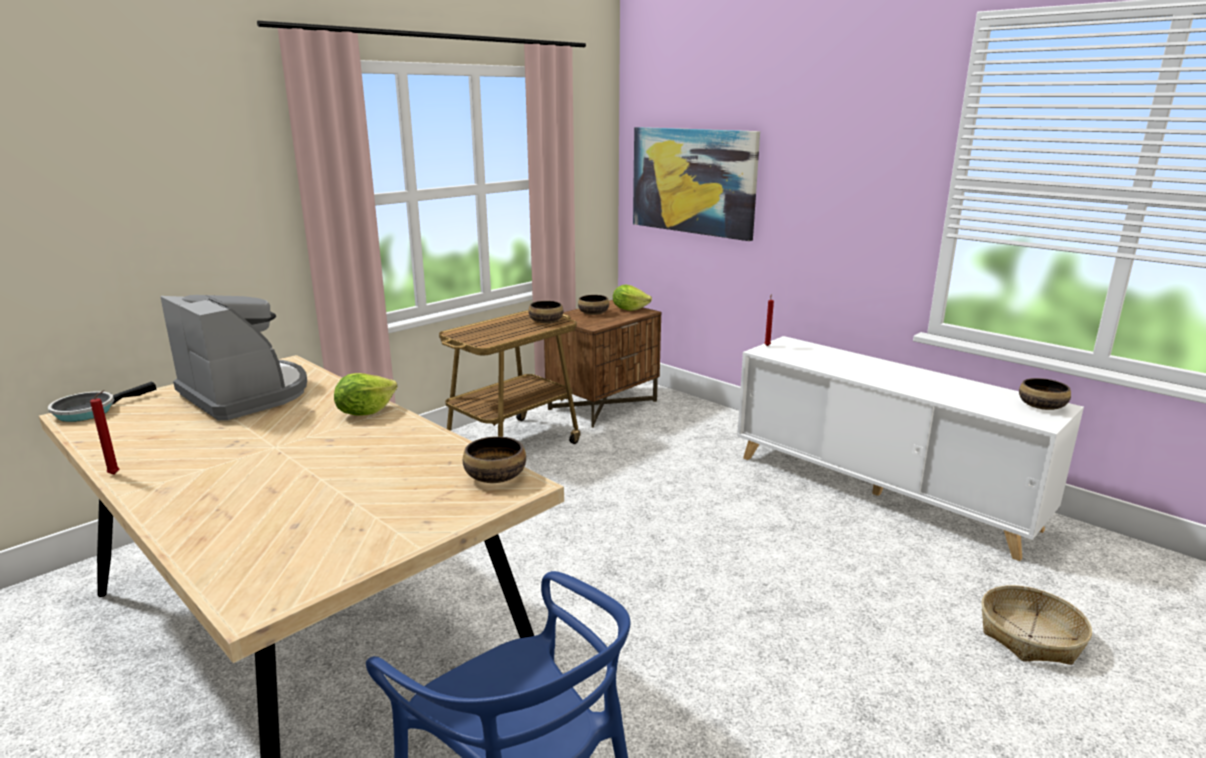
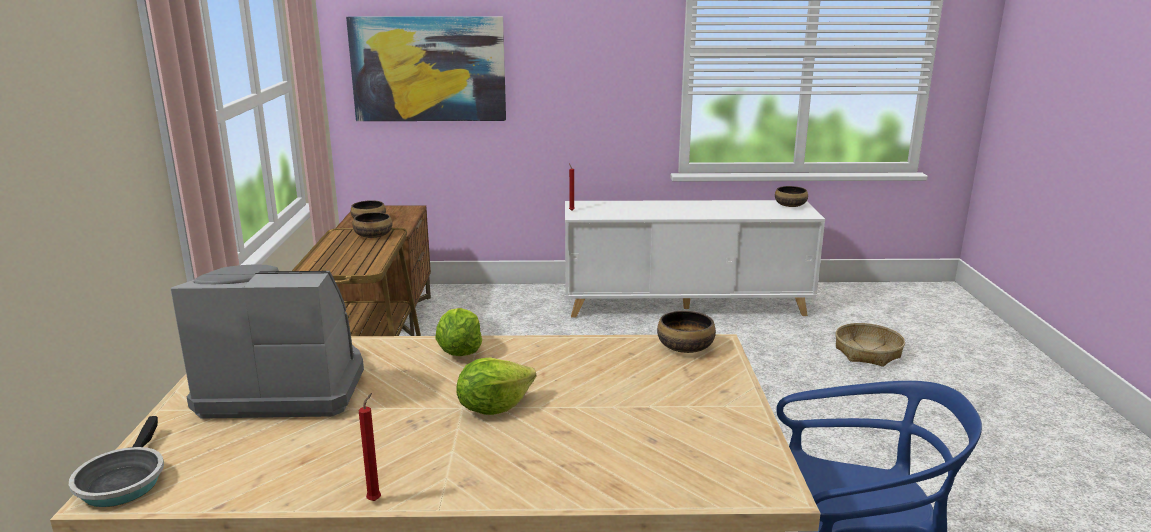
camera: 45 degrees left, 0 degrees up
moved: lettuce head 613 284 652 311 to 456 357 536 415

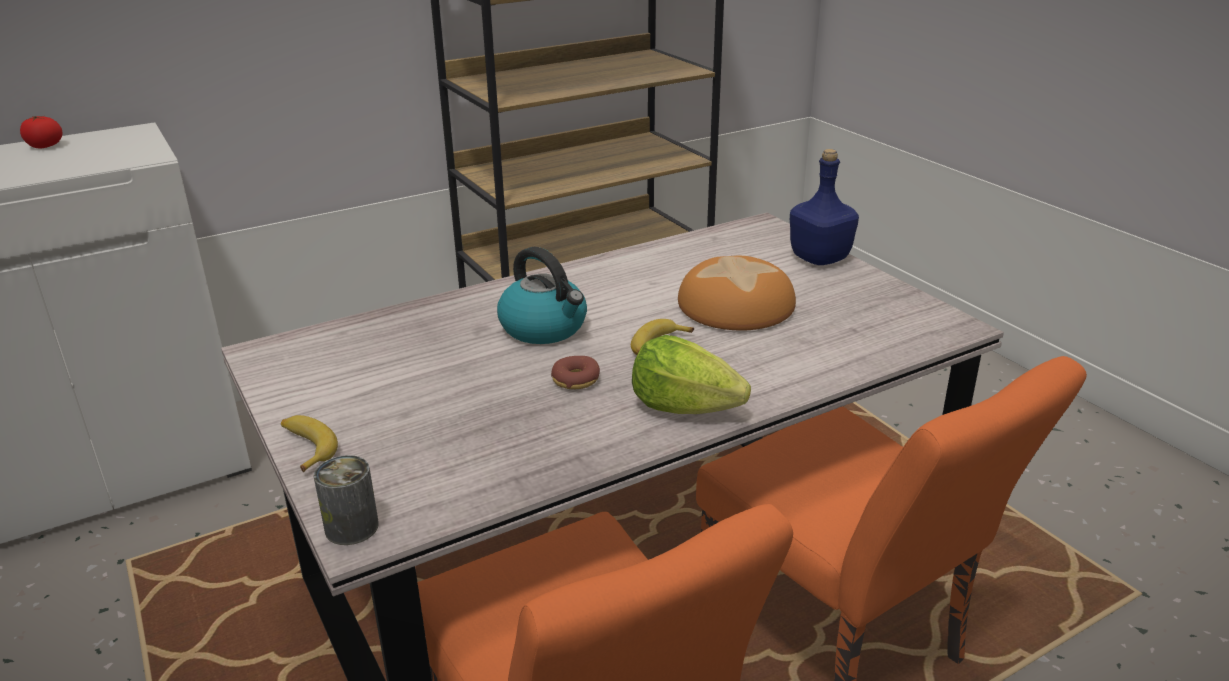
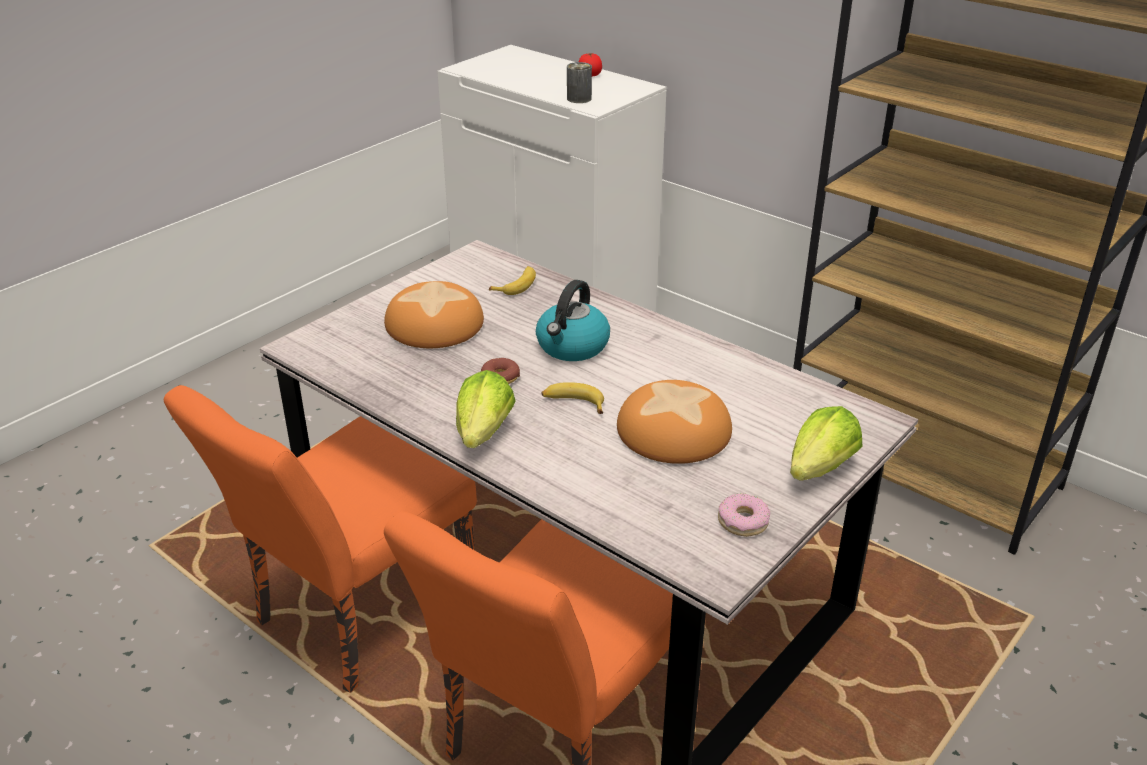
camera: 70 degrees right, 5 degrees up
added: bakery bread 384 281 484 348; ring doughnut 718 493 770 537
moved: banana fruit 281 415 338 472 to 489 266 536 295; sealed can 314 455 379 545 to 567 62 592 103
replaced: blue drink bottle 790 149 859 265 to lettuce head 790 406 862 481

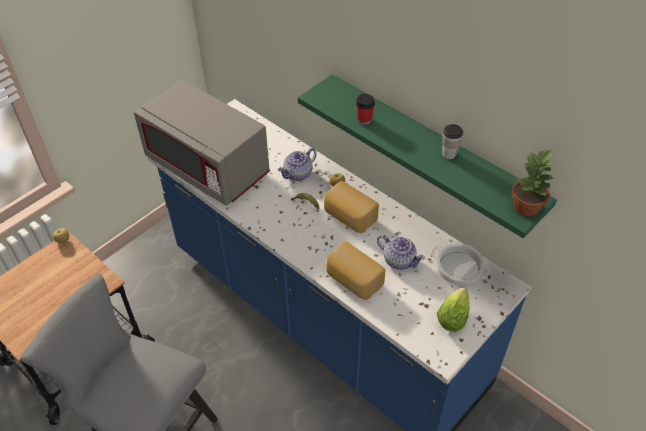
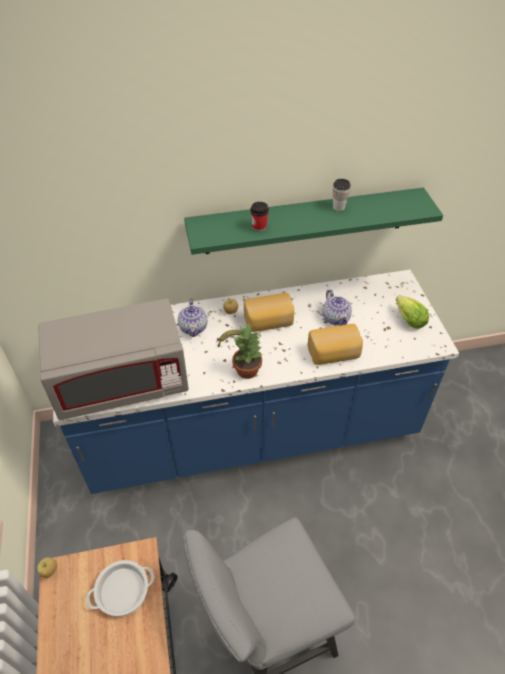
camera: 55 degrees left, 0 degrees up
moved: potted plant 512 148 555 216 to 232 323 263 379; cooking pot 431 243 490 286 to 86 560 154 617
turned: tea pot 377 235 425 270 = 323 290 352 326 90 degrees clockwise

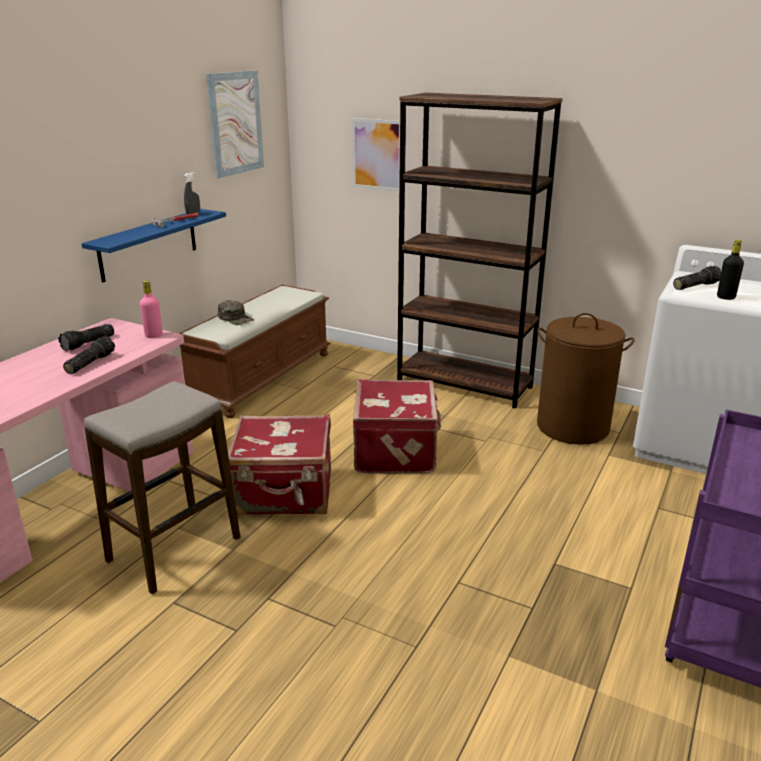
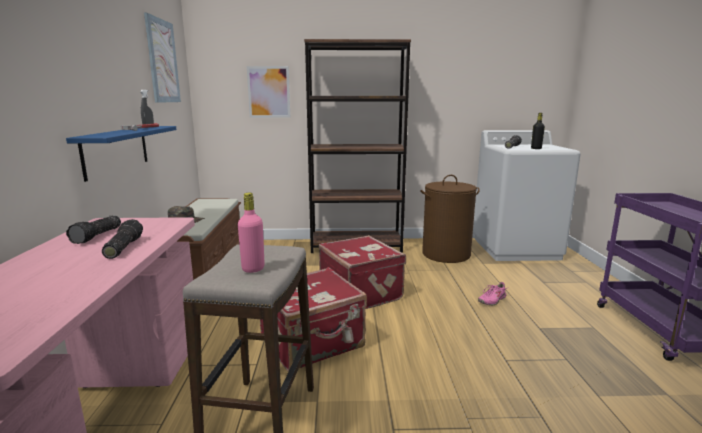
camera: 30 degrees left, 10 degrees down
added: pink-coloured low shoe 478 282 509 305
moved: pink-coloured drink bottle 140 281 163 338 to 238 193 265 273

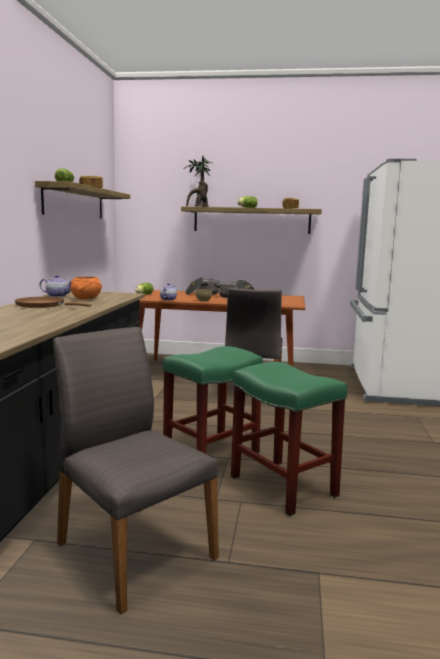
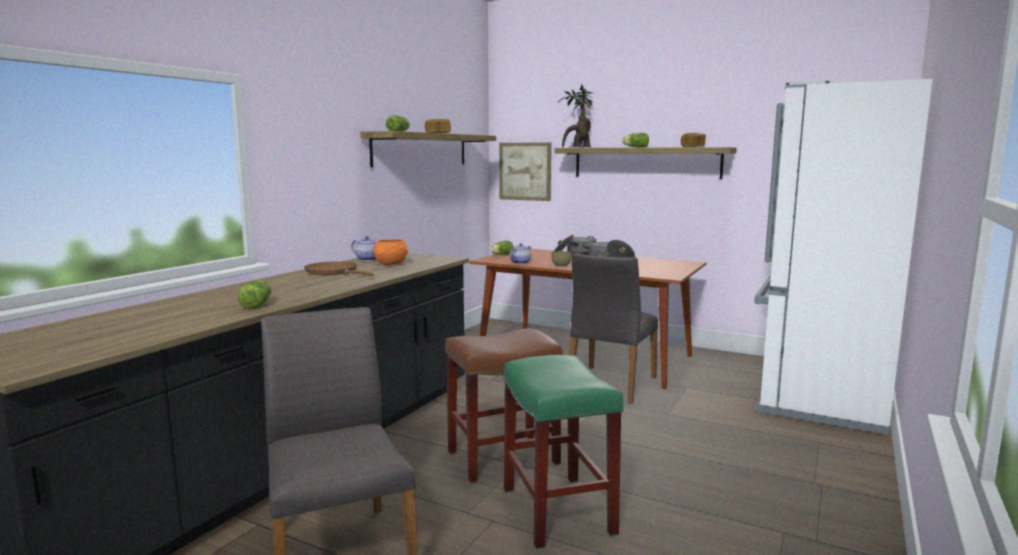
camera: 20 degrees right, 0 degrees up
added: wall art 499 142 551 201; lettuce head 238 280 271 309
recoloured: greenish stool 163 346 263 454 to brown-coloured stool 445 328 563 483

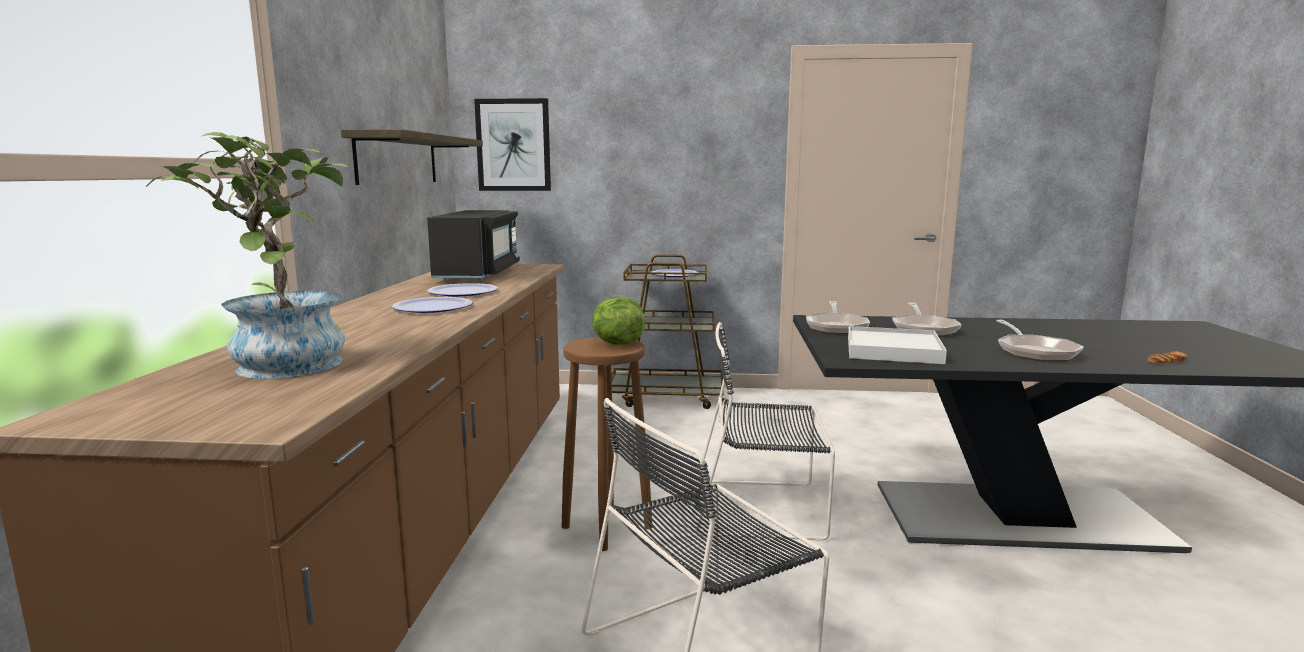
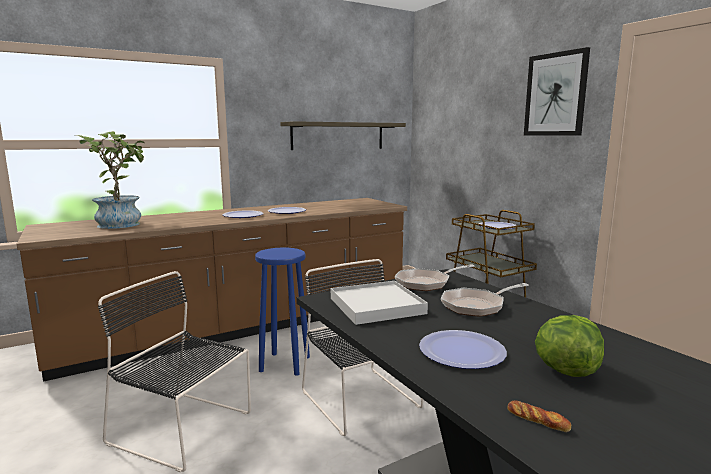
camera: 55 degrees right, 0 degrees up
removed: blackish kitchen microwave 427 210 520 281
moved: wall art 474 98 551 191 to 524 47 590 136; lettuce head 592 297 645 345 to 535 315 604 377
replaced: skillet 996 320 1084 362 to flat dish 419 330 507 369
recoloured: brown-coloured stool 562 337 652 551 to blue stool 255 247 310 376

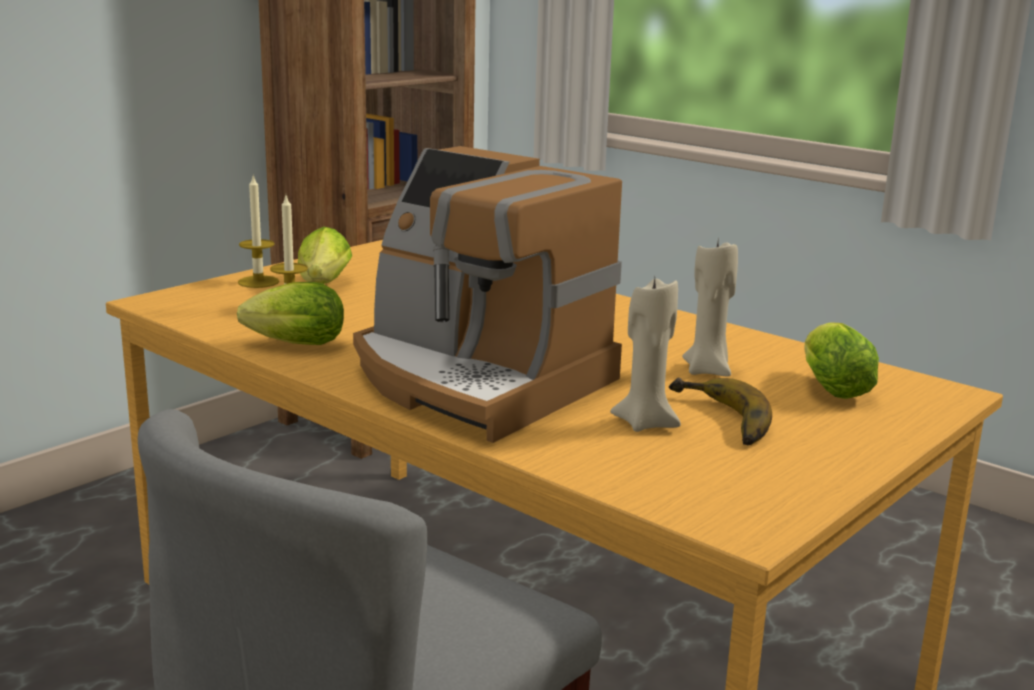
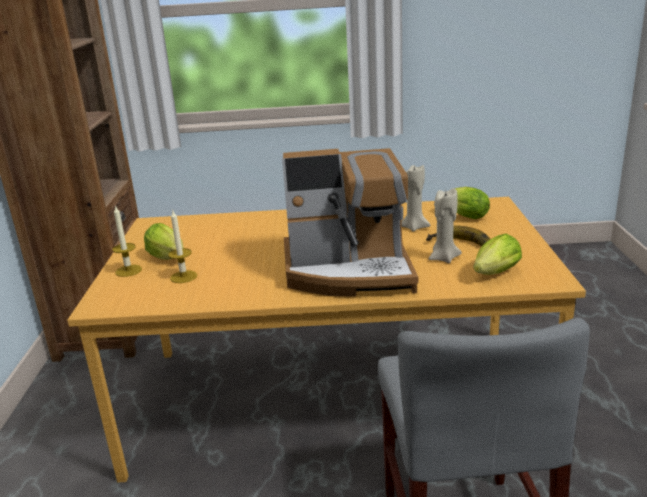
camera: 40 degrees left, 5 degrees up
moved: lettuce head 237 282 344 345 to 473 234 522 275

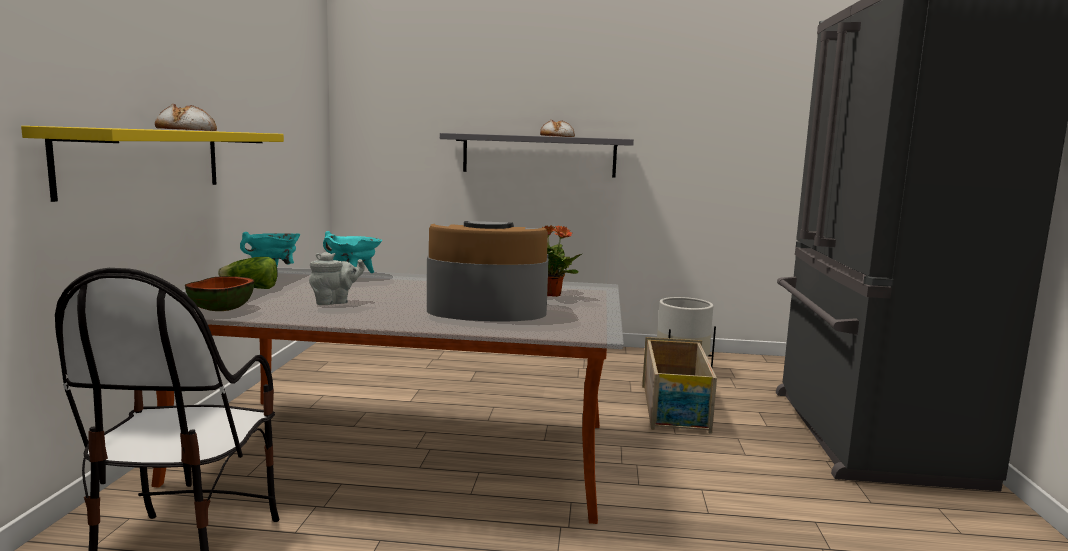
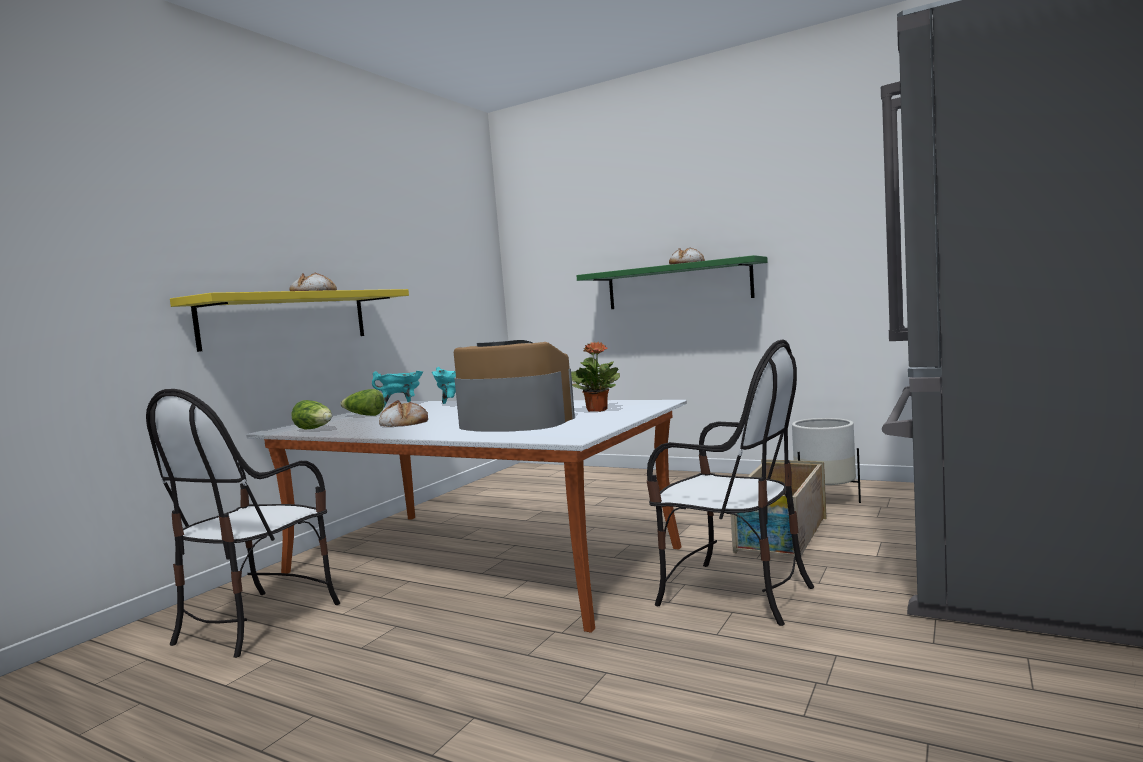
camera: 25 degrees right, 5 degrees down
added: upright chair 647 339 814 626
replaced: grey tea pot 309 252 365 305 to bakery bread 379 400 428 427; serving bowl 185 276 254 311 to lettuce head 291 400 332 430
recoloured: grey shelf 440 133 634 177 to greenish shelf 576 255 768 309

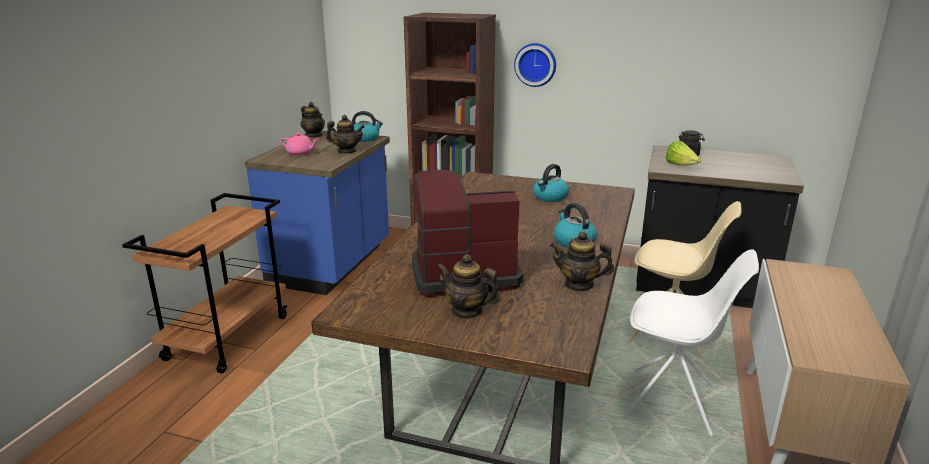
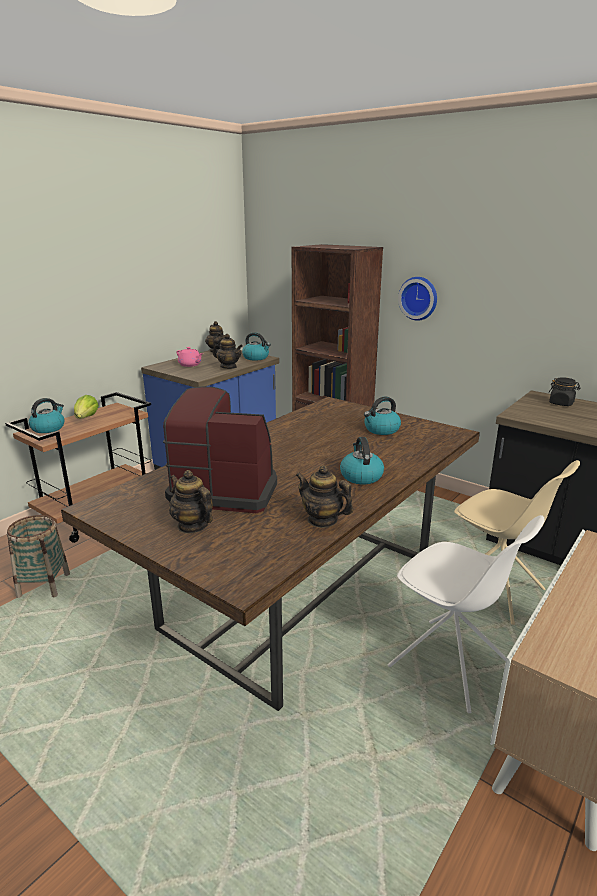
camera: 20 degrees right, 0 degrees up
added: tea kettle 29 398 64 433; basket 7 515 70 598
moved: lettuce head 665 141 701 166 to 74 395 99 419

